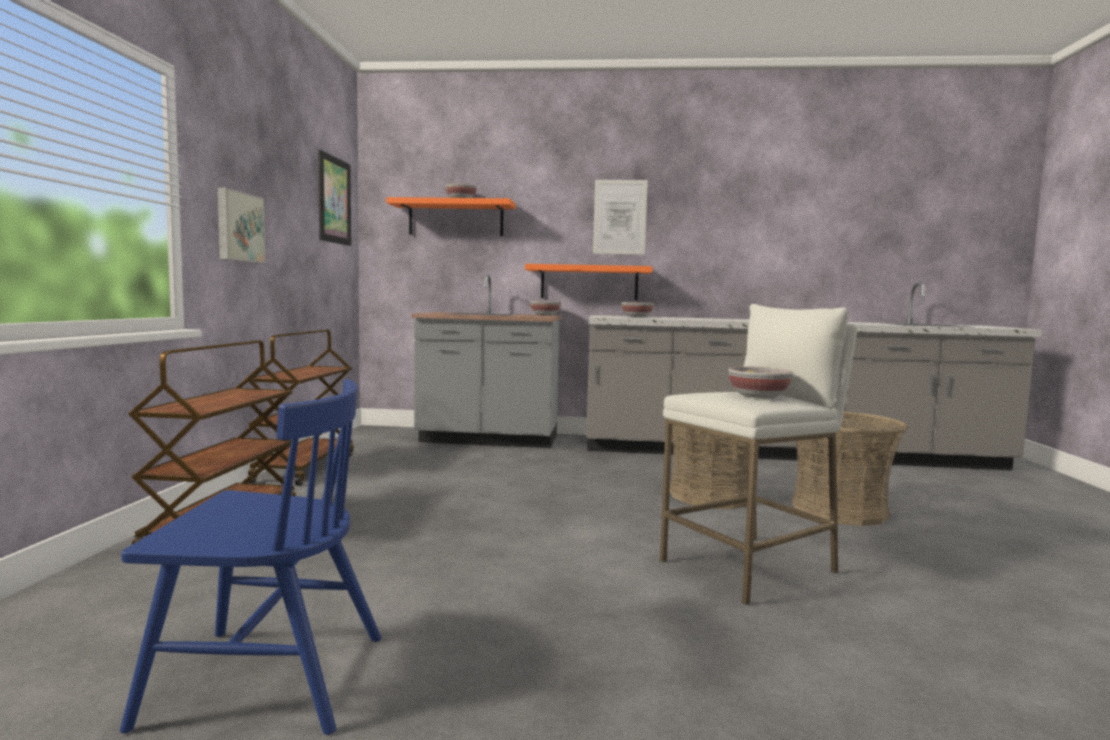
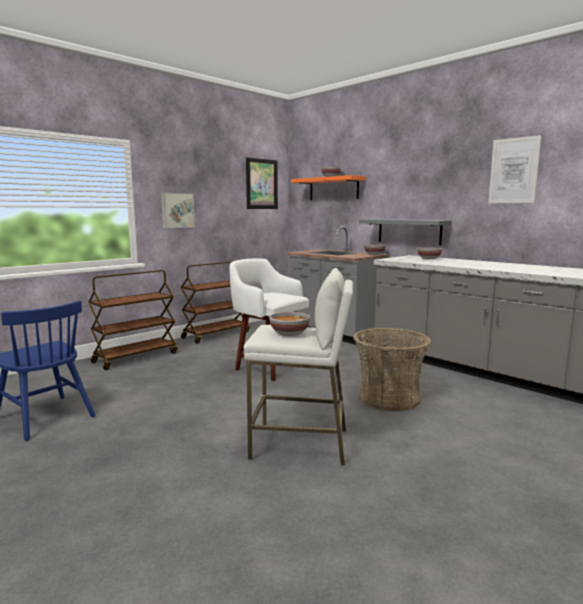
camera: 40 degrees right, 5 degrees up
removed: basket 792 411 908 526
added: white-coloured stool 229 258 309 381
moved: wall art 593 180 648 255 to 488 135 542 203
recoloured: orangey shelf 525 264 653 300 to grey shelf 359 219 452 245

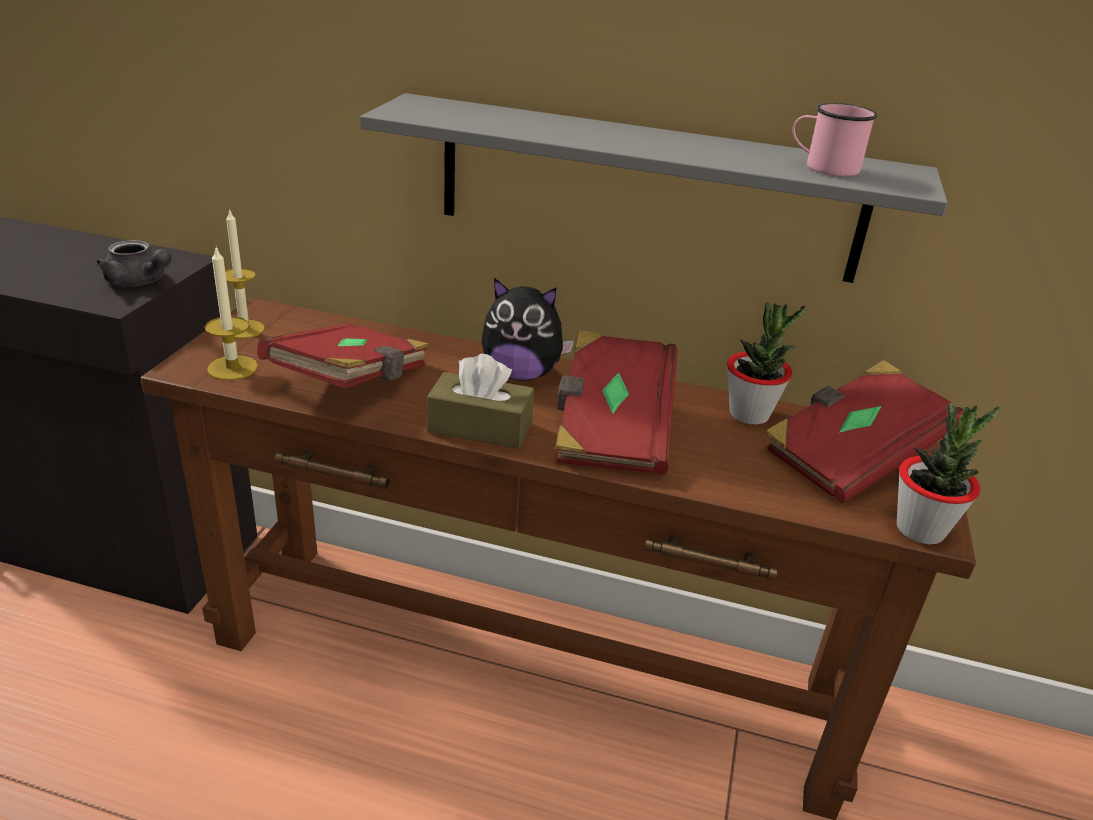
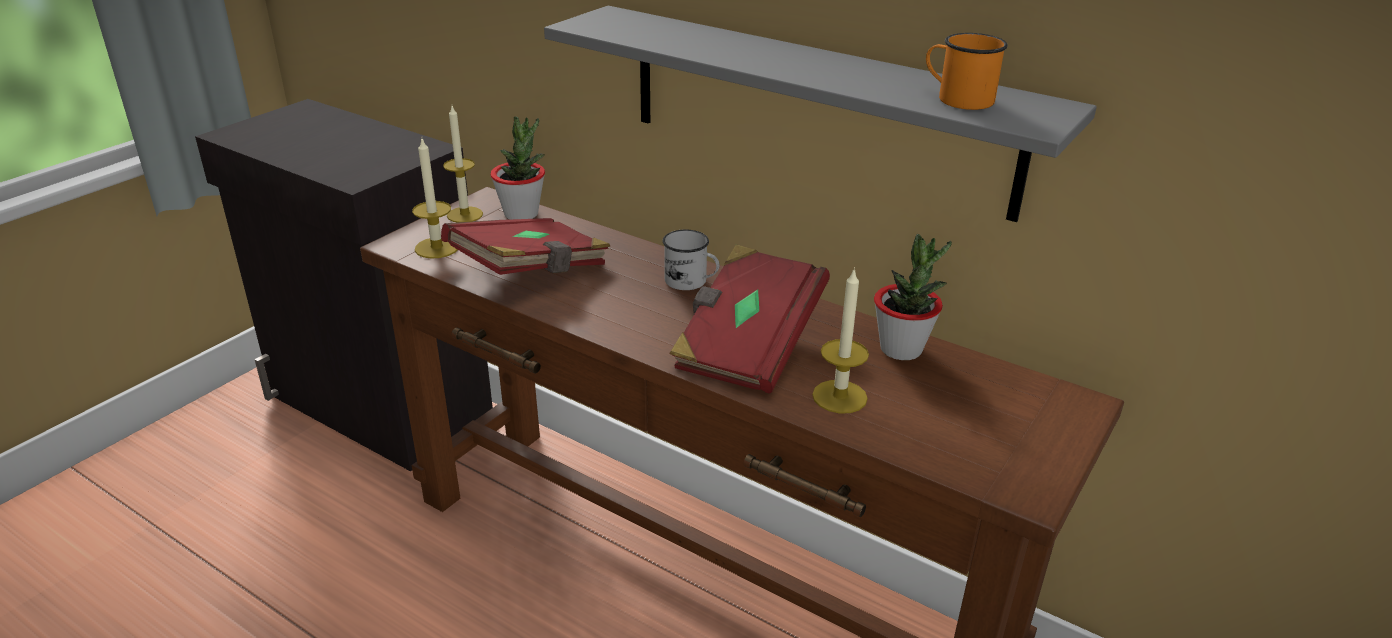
camera: 20 degrees right, 0 degrees up
removed: grey tea pot 96 240 171 287; brown-coloured box of tissues 427 354 534 449; red-coloured bound book 764 360 964 504
added: wax candle 812 268 869 414
moved: potted plant 897 403 1000 544 to 490 116 545 219
replaced: plush toy 482 278 574 381 to white-coloured tea mug 663 230 720 290
recoloured: pink-coloured tea mug 792 103 877 177 to orangey tea mug 926 33 1008 110

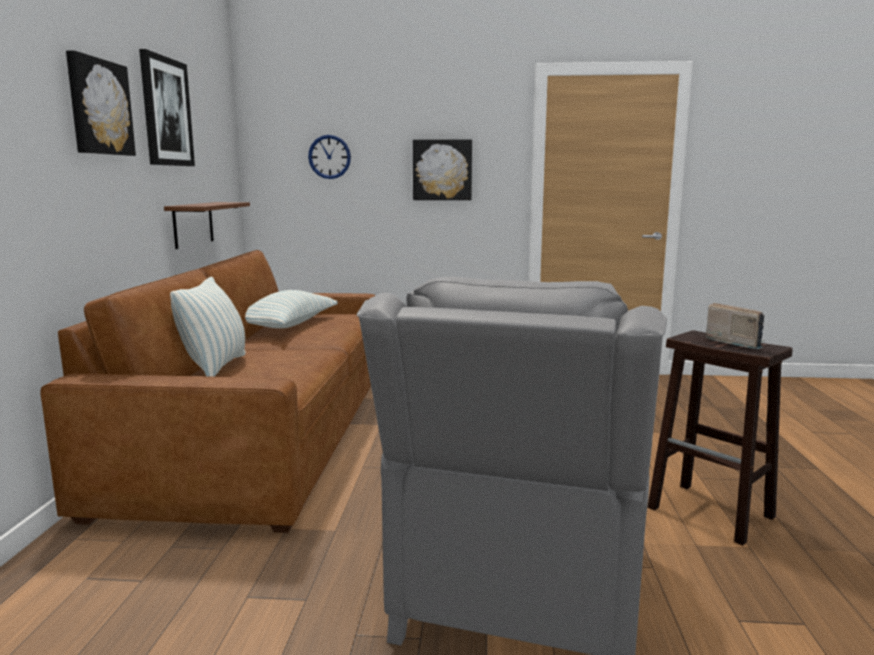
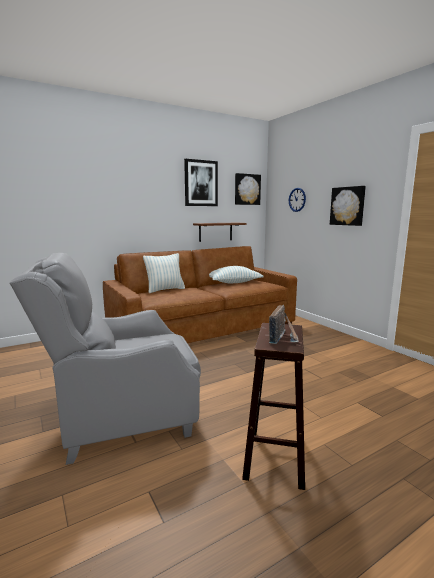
camera: 55 degrees right, 0 degrees up
moved: wall art 66 50 136 156 to 235 173 261 205

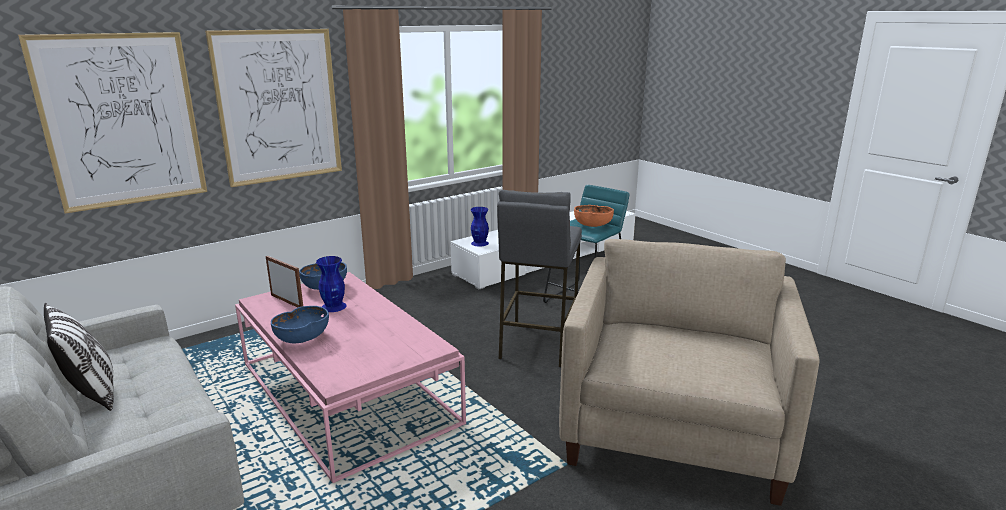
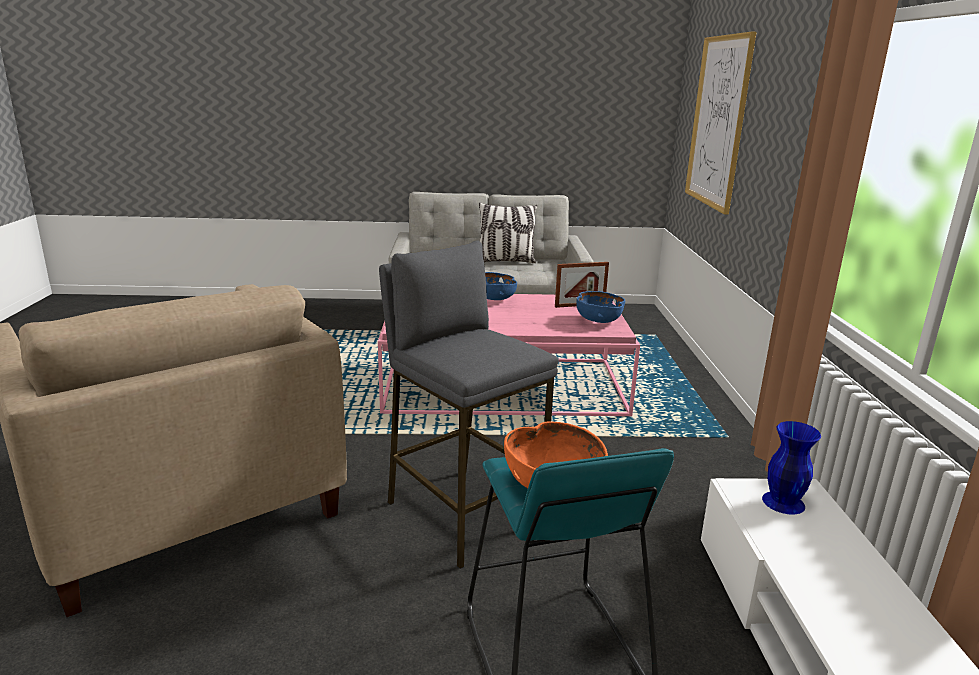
camera: 125 degrees right, 0 degrees up
removed: wall art 205 29 342 187; blue decorative vase 316 256 347 312

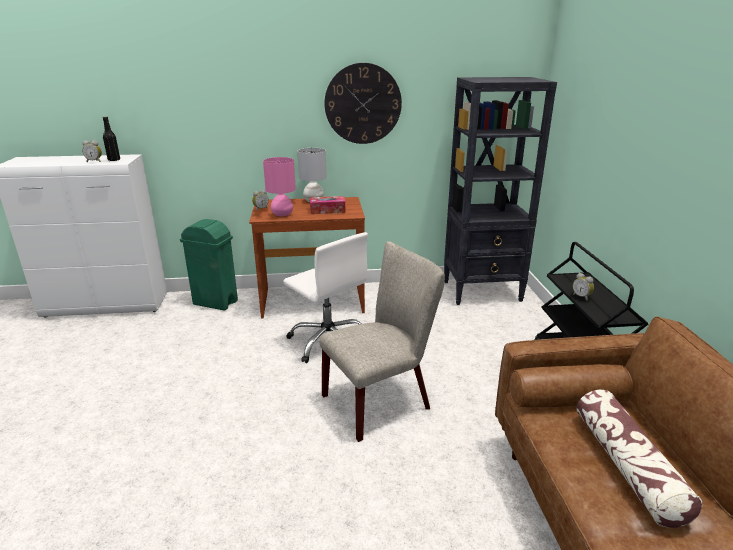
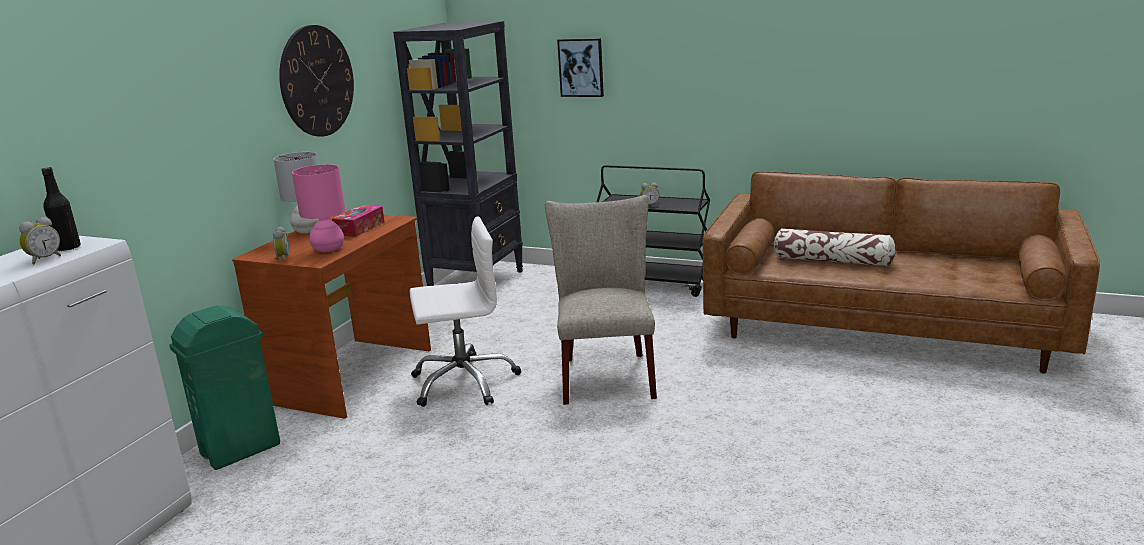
camera: 60 degrees left, 5 degrees down
added: wall art 557 38 604 97

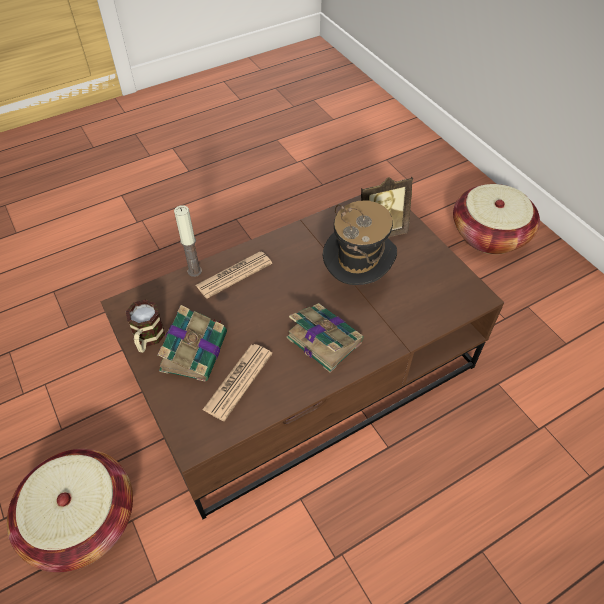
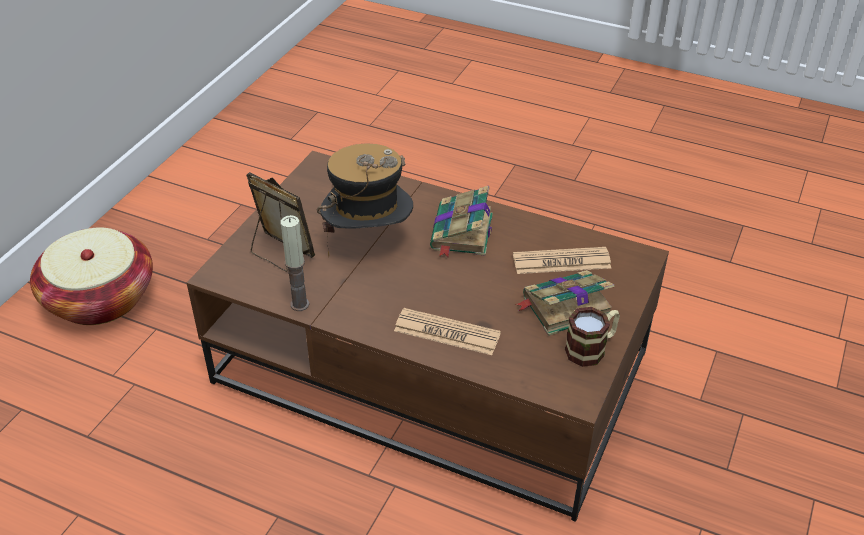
camera: 125 degrees left, 10 degrees down
removed: basket 7 449 133 572
moved: wax candle 174 205 202 277 to 281 215 309 311

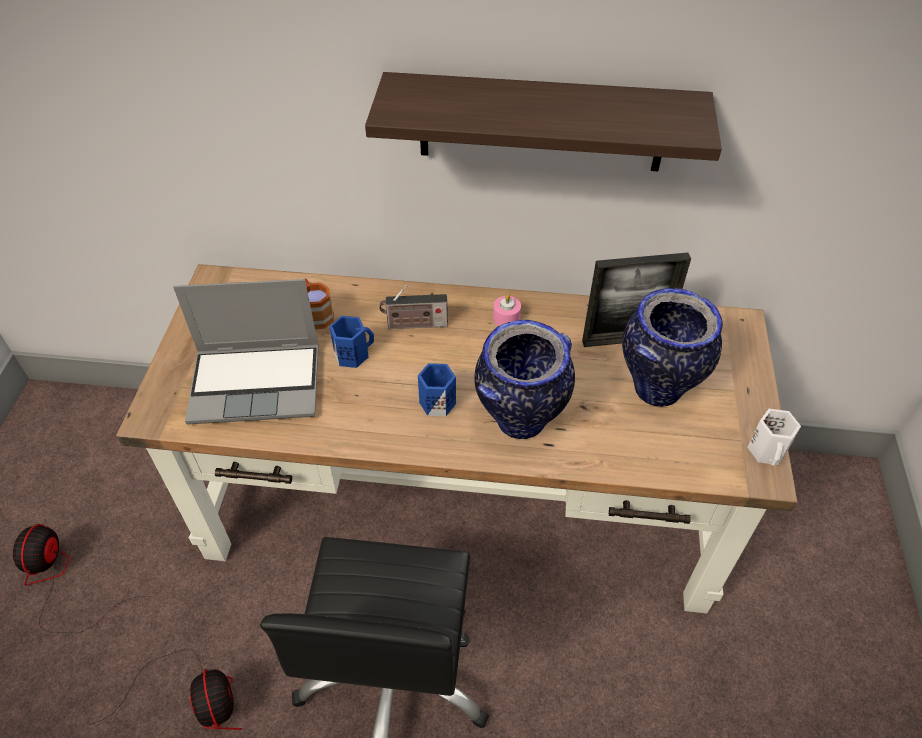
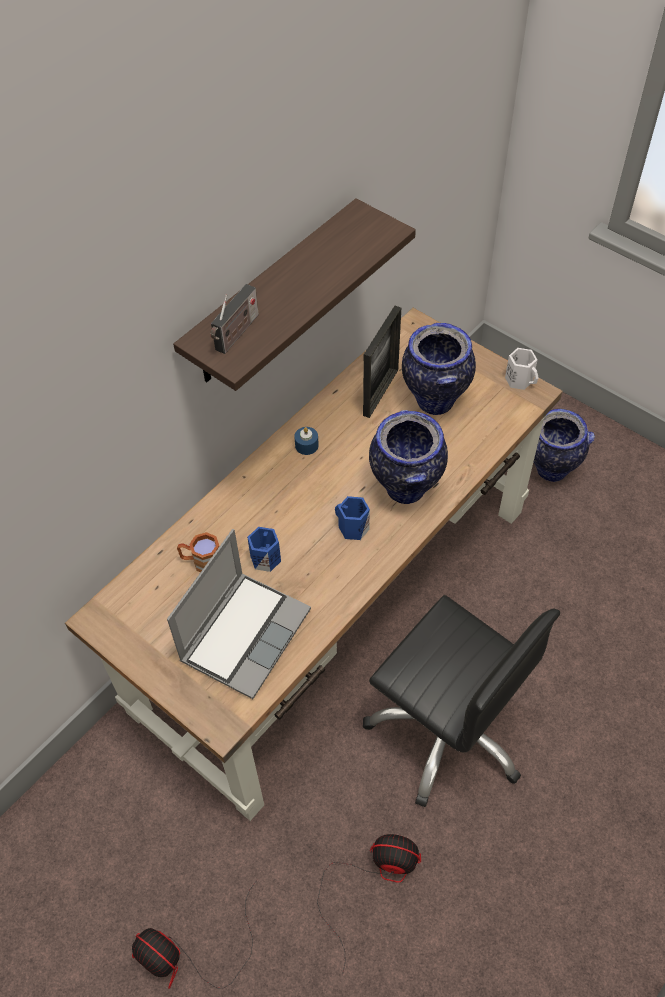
camera: 55 degrees left, 5 degrees up
added: decorative vase 534 409 595 482
moved: radio 380 285 448 329 to 211 284 259 354
recoloured: pink-coloured wax candle 493 294 521 326 to blue wax candle 294 427 319 455

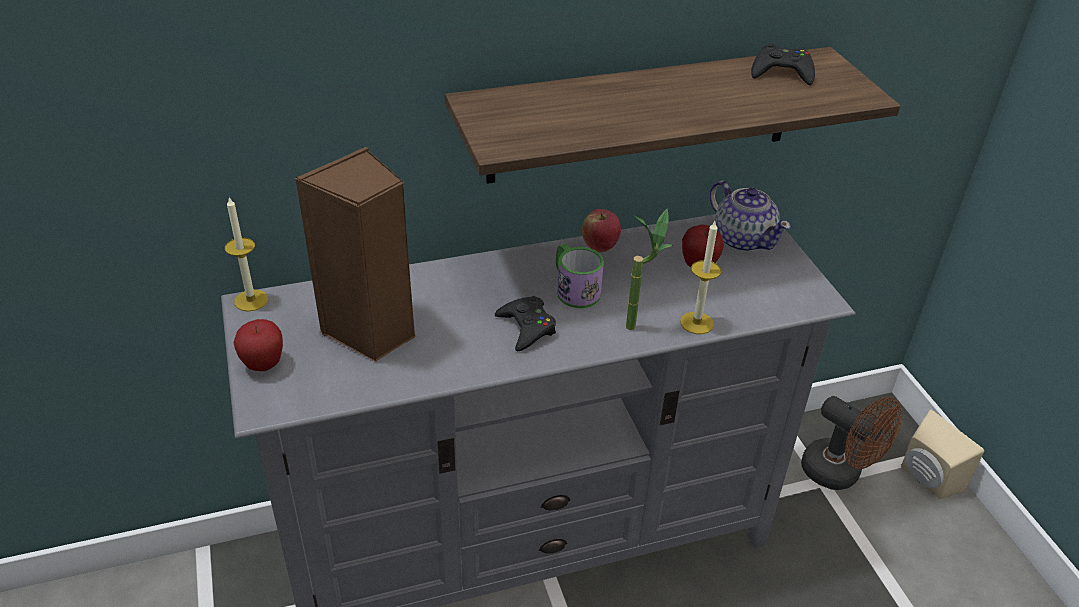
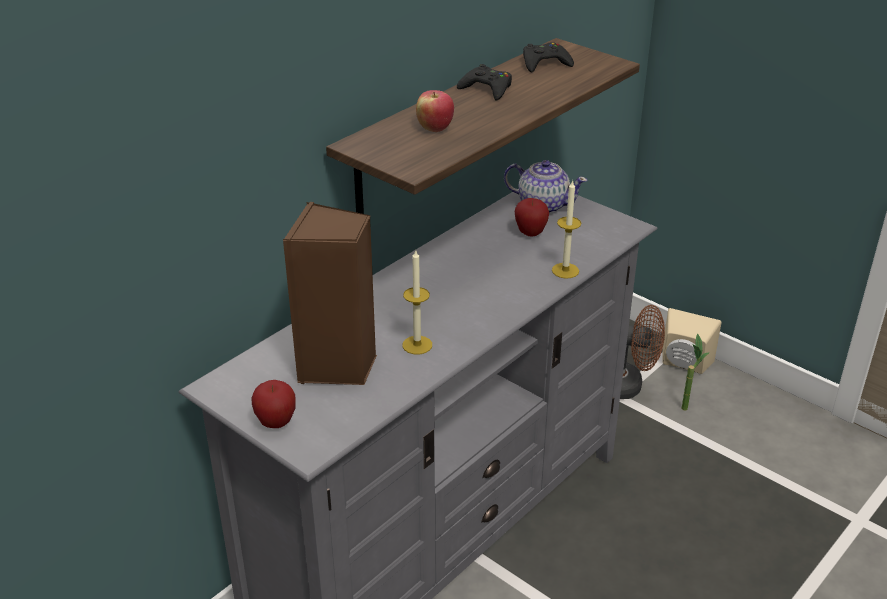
camera: 30 degrees left, 5 degrees down
removed: tea mug 556 244 604 308
moved: wax candle 225 197 268 311 to 402 250 432 354; potted plant 626 208 673 330 to 681 333 710 410; apple fruit 582 209 621 252 to 416 90 454 132; blackish gamepad 495 296 556 351 to 457 64 512 100

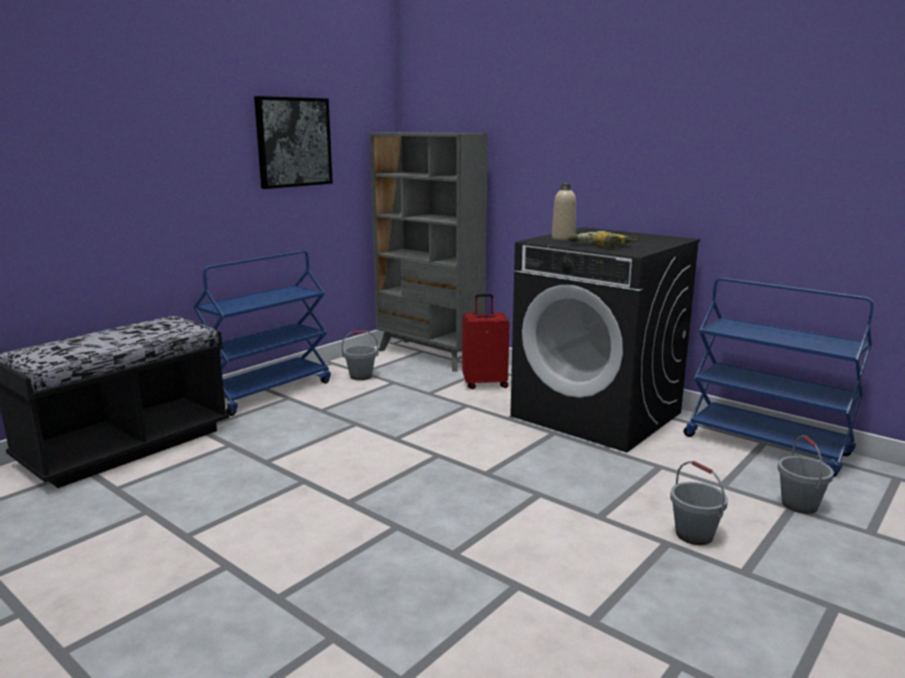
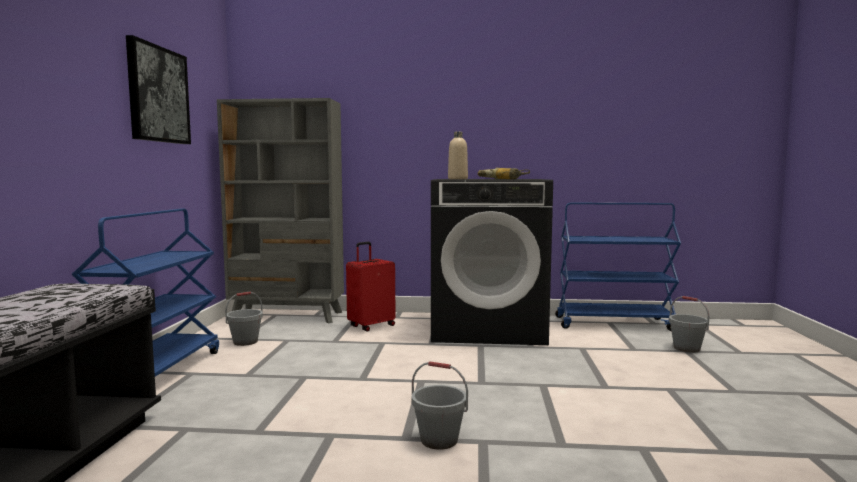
camera: 35 degrees left, 10 degrees down
moved: grey pail 670 461 728 545 to 412 361 468 450

